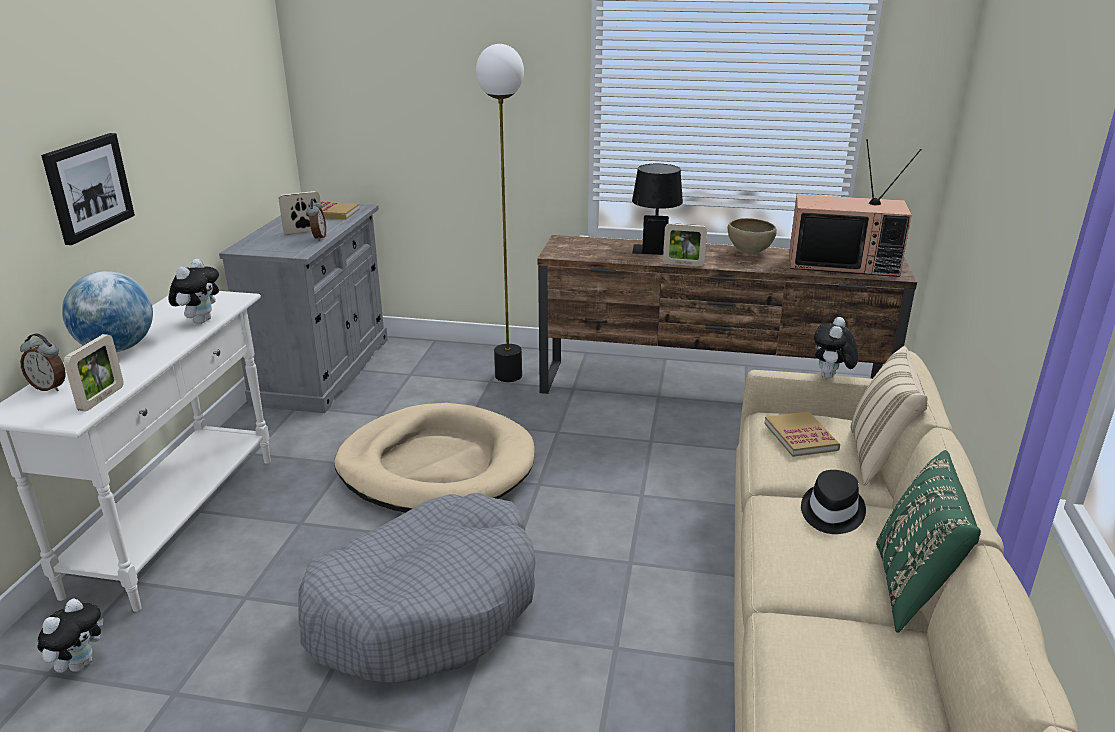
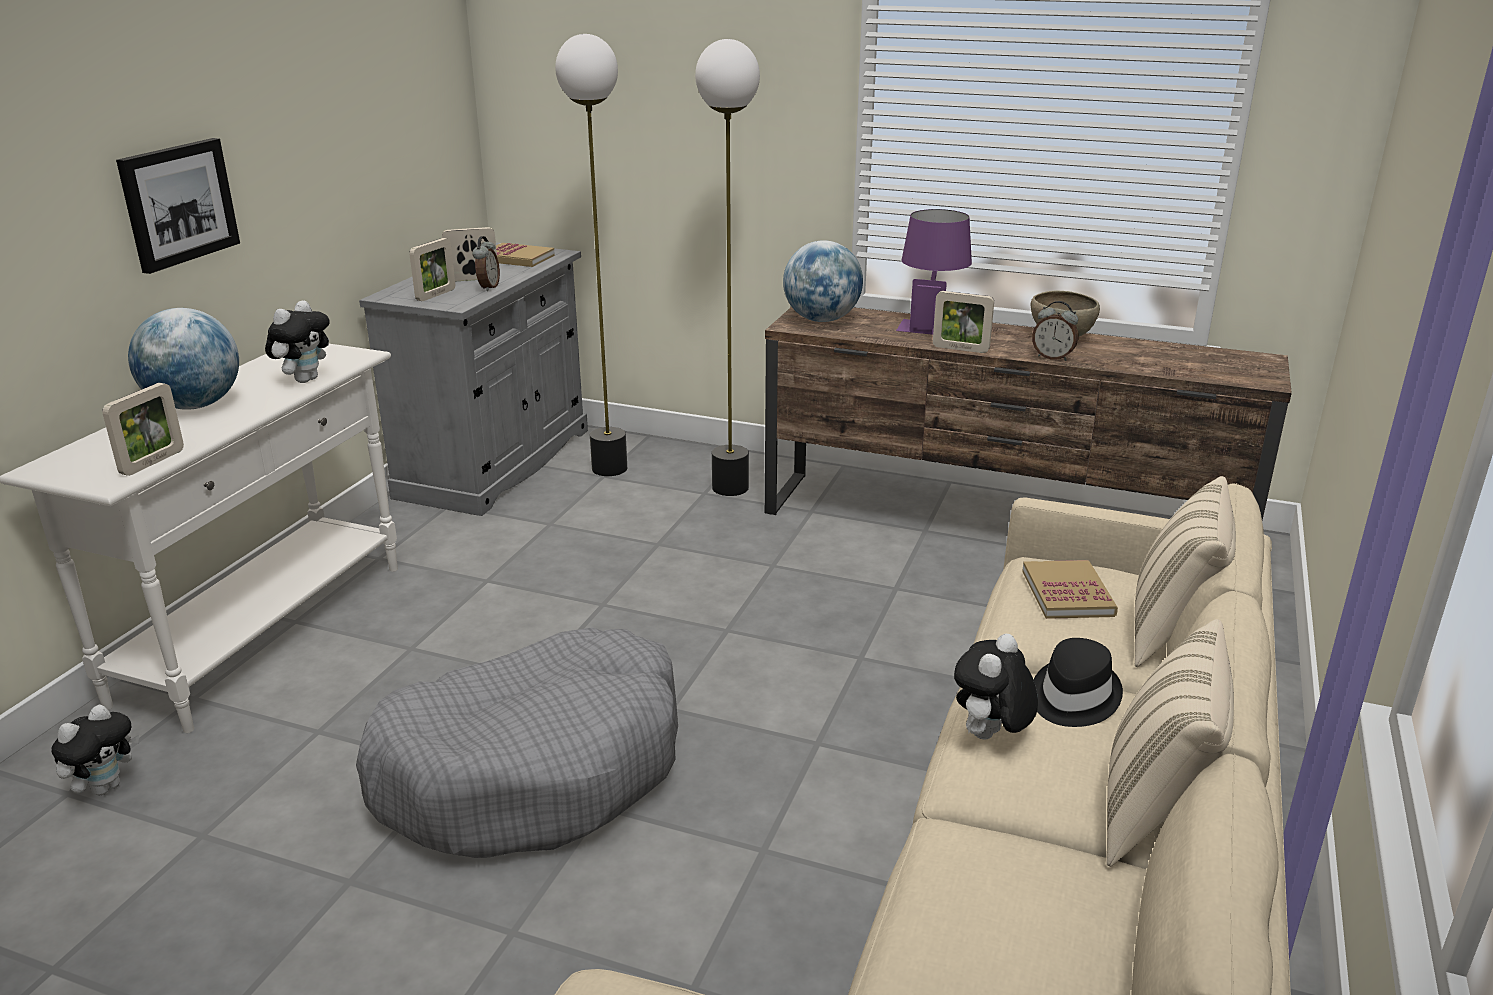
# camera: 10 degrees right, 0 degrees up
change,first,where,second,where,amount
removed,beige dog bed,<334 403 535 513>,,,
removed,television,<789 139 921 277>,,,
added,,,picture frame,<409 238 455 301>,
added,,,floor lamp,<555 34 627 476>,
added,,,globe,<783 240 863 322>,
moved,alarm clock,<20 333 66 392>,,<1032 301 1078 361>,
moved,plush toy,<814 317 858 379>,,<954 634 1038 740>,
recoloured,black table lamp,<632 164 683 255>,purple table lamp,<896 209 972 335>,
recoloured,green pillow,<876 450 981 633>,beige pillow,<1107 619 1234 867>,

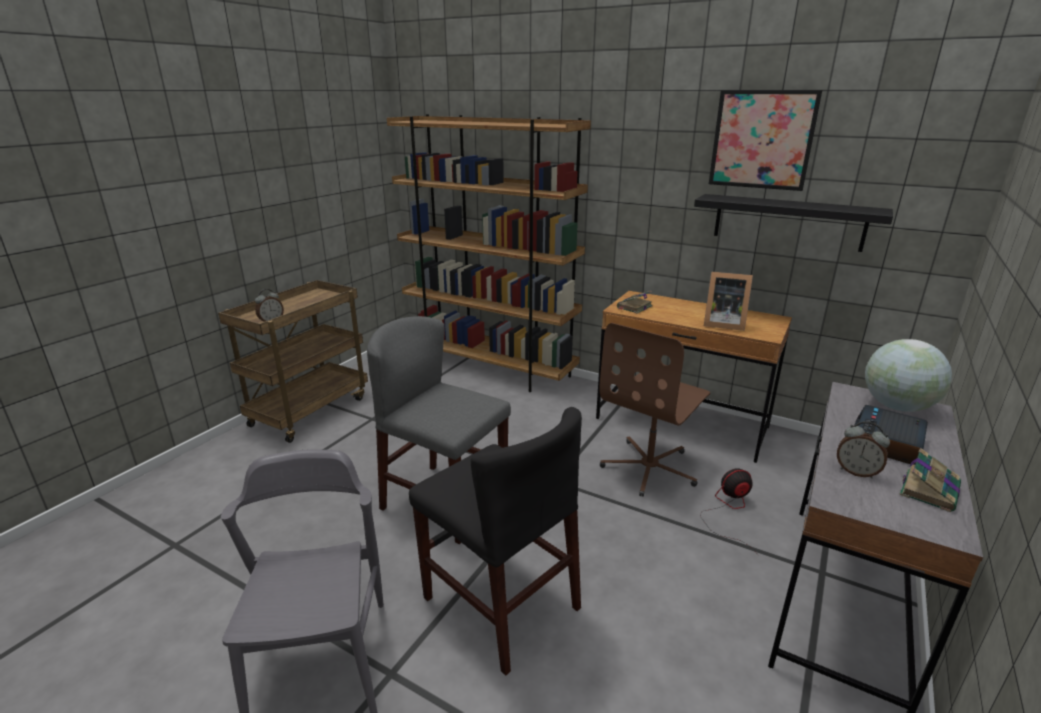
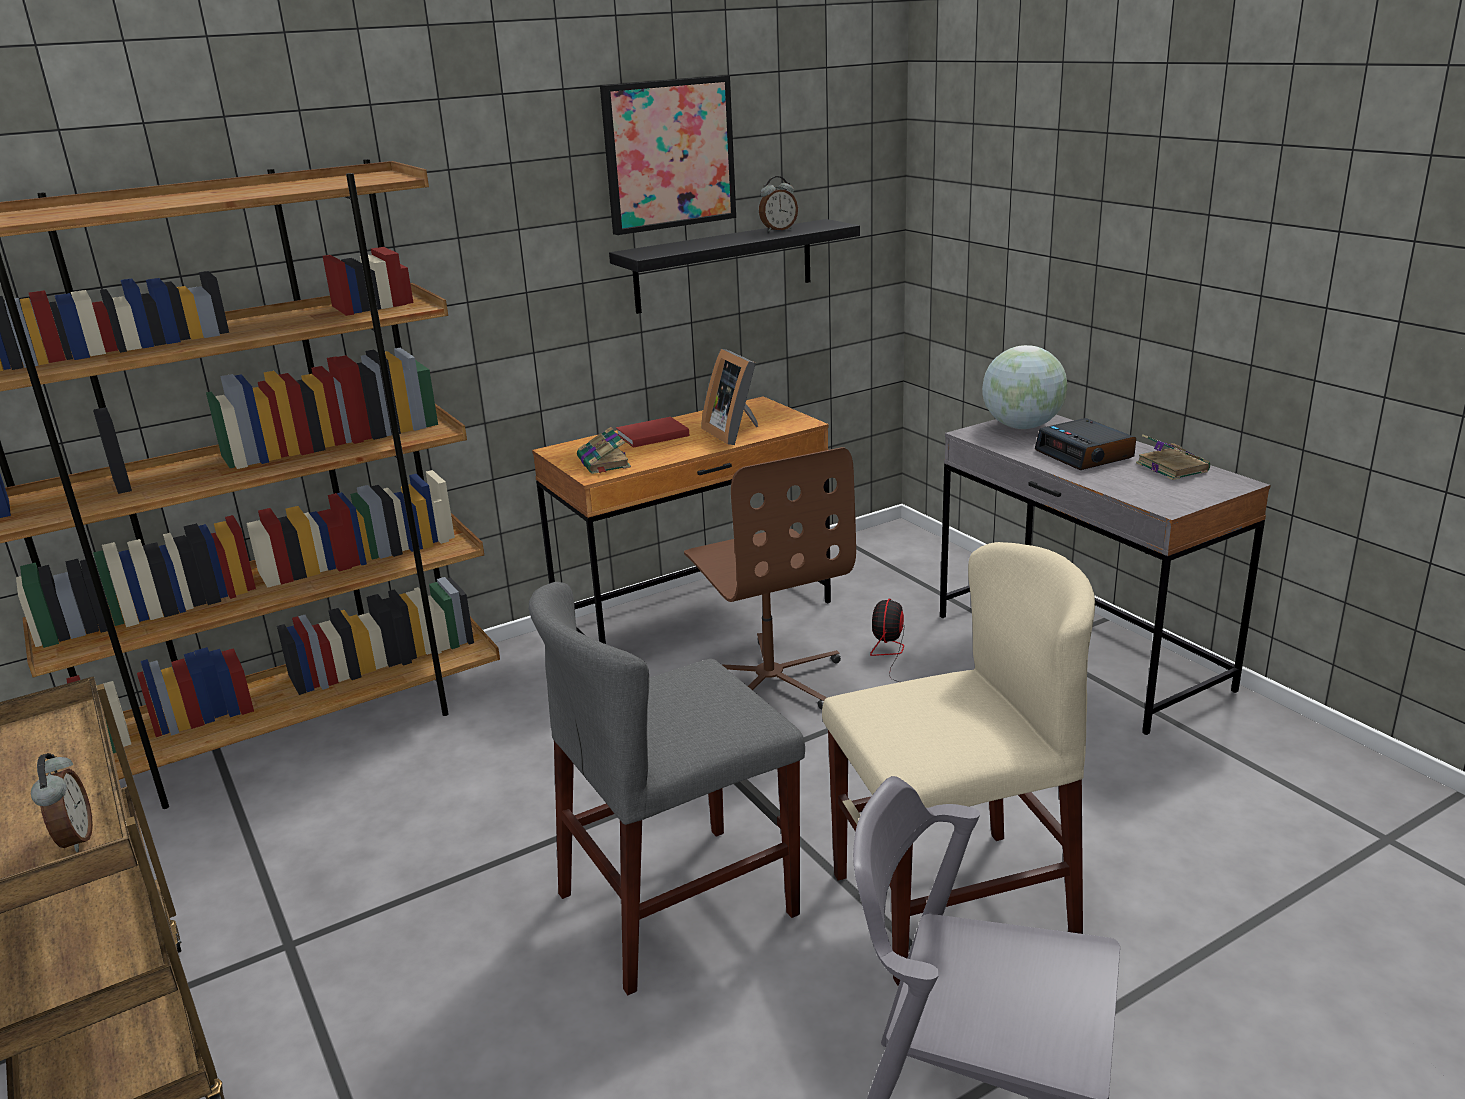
# camera: 60 degrees left, 0 degrees up
change,first,where,second,where,amount
added,,,red book,<616 417 689 448>,
moved,alarm clock,<837 421 890 479>,,<759 176 798 232>,
recoloured,black chair,<409 407 582 676>,beige chair,<822 542 1095 986>,
turned,picture frame,<704 271 753 331>,,<701 349 758 445>,105 degrees clockwise

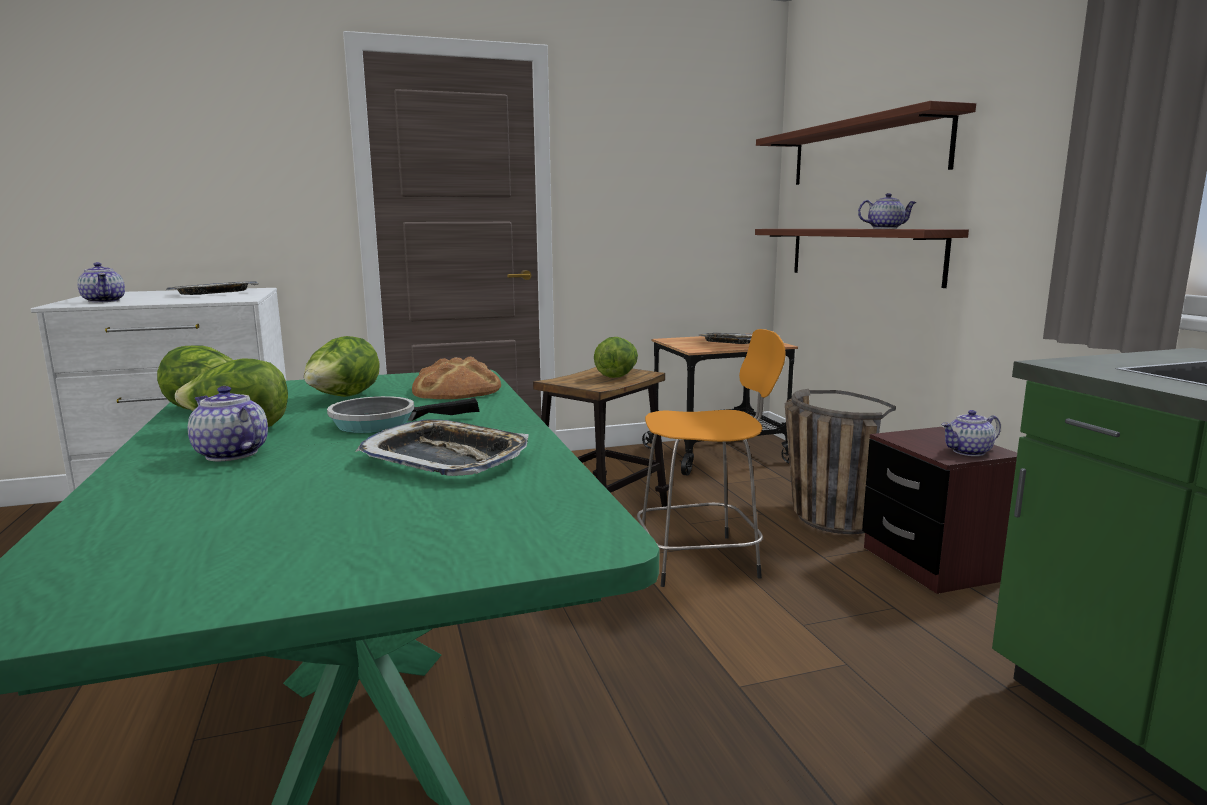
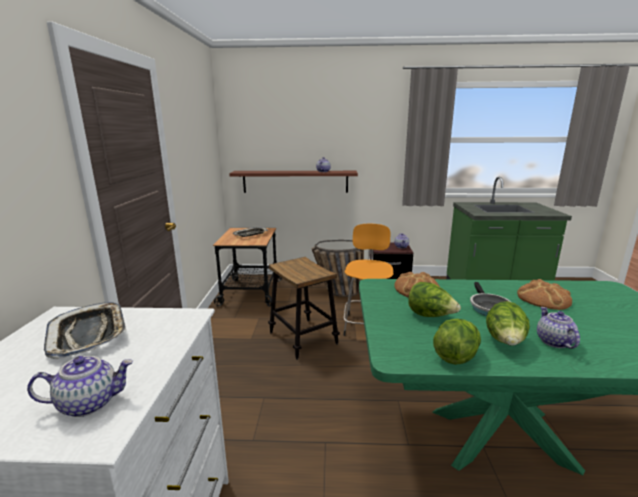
# camera: 70 degrees left, 5 degrees up
change,first,where,second,where,amount
removed,lettuce,<594 337 638 378>,,,
removed,shelf,<756 101 976 185>,,,
replaced,tray,<356 419 528 476>,bread,<517 279 572 310>,
turned,teapot,<188 386 268 461>,,<537 307 580 349>,120 degrees clockwise

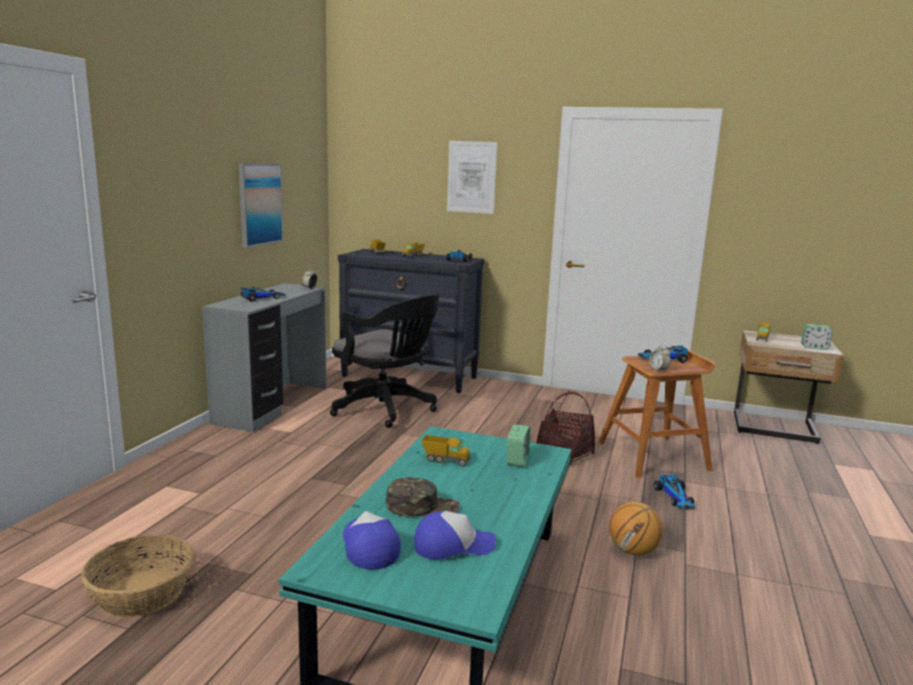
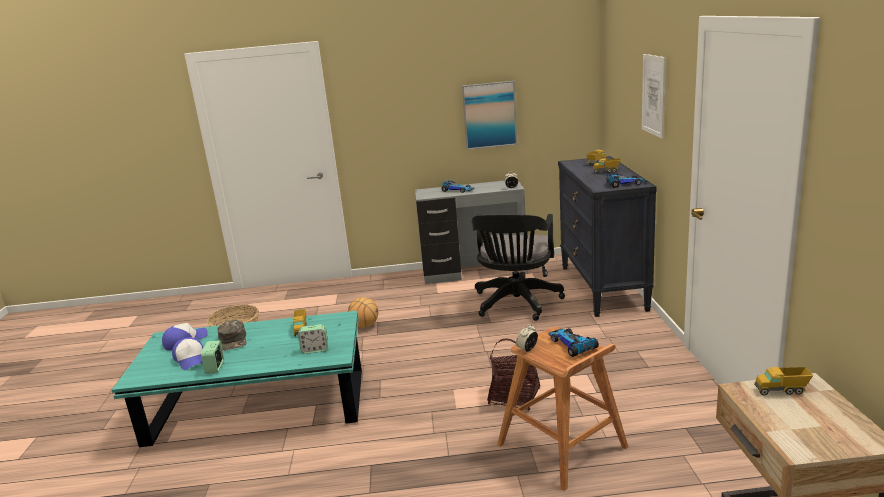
# camera: 70 degrees right, 5 degrees up
change,first,where,second,where,amount
removed,toy car,<654 475 695 509>,,,
moved,basketball,<609 502 663 556>,,<348 297 378 328>,
moved,alarm clock,<801 324 833 350>,,<201 340 224 374>,

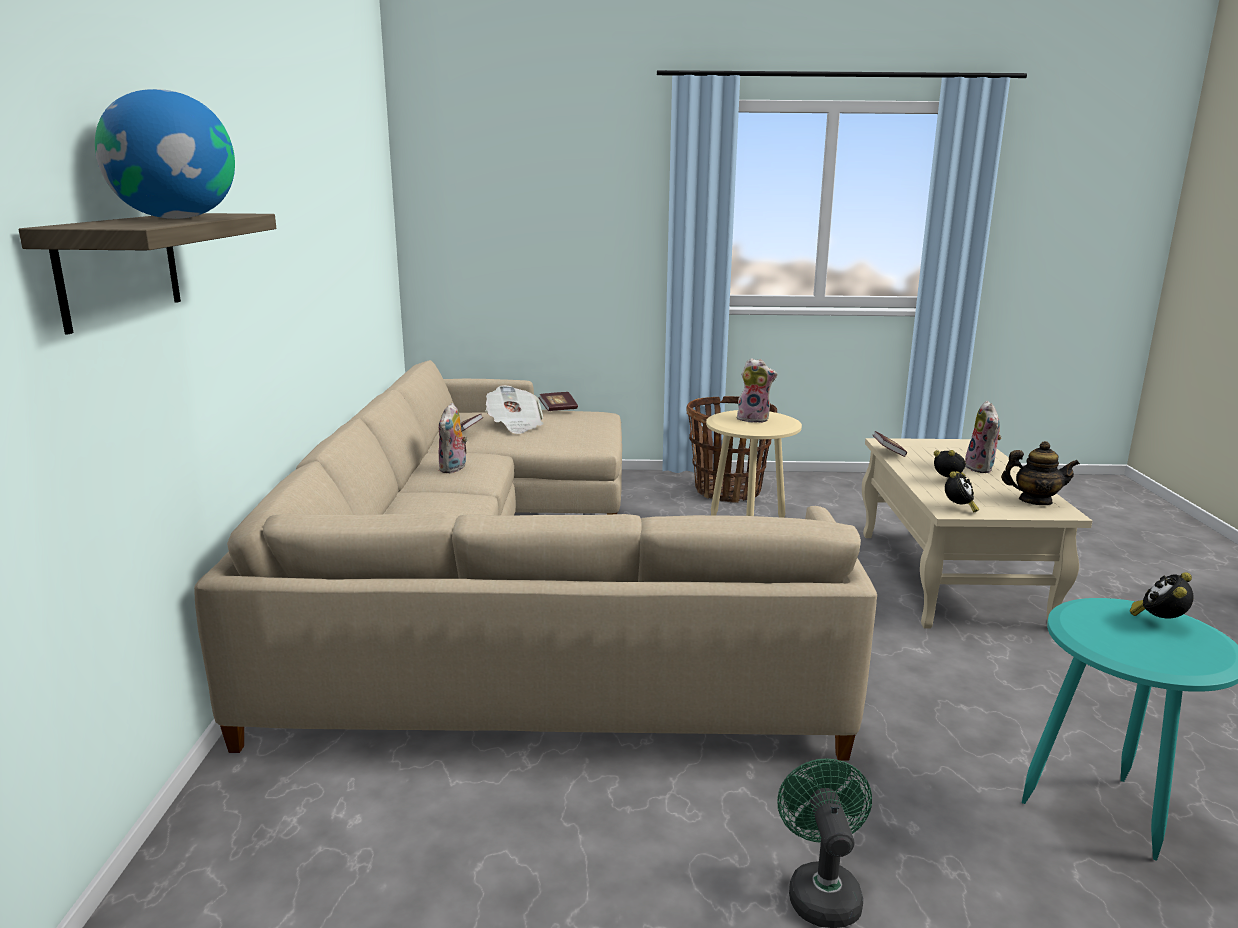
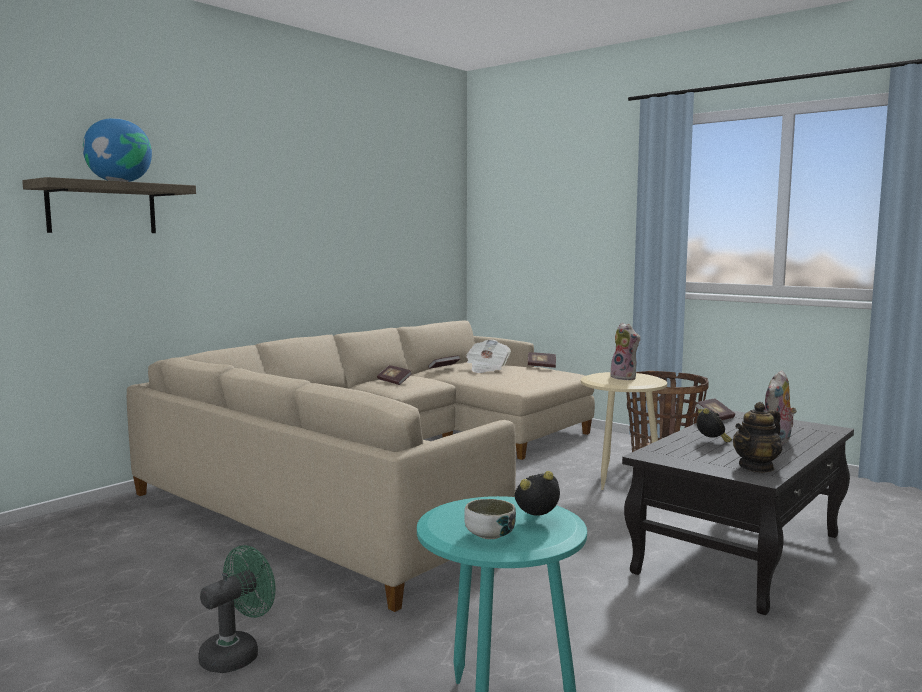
# camera: 40 degrees right, 10 degrees down
change,first,where,second,where,amount
removed,alarm clock,<945 471 979 512>,,,
added,,,bowl,<464 499 516 539>,
replaced,plush toy,<439 403 468 473>,book,<377 365 412 385>,
recoloured,beige coffee table,<862 438 1093 629>,black coffee table,<622 411 854 615>,
turned,teapot,<1001 441 1080 505>,,<733 402 782 473>,90 degrees clockwise

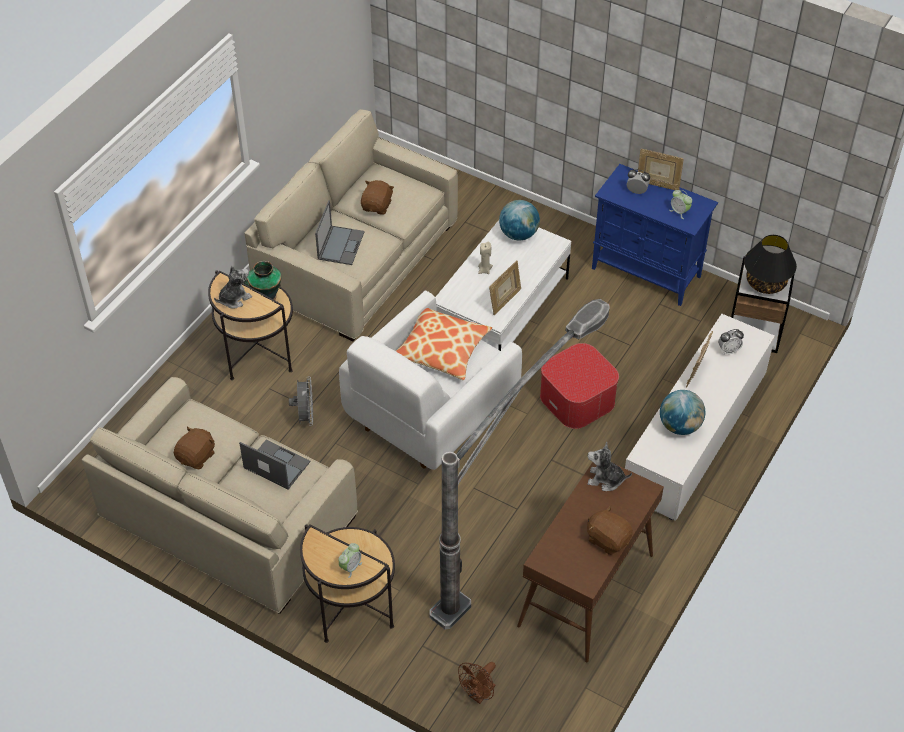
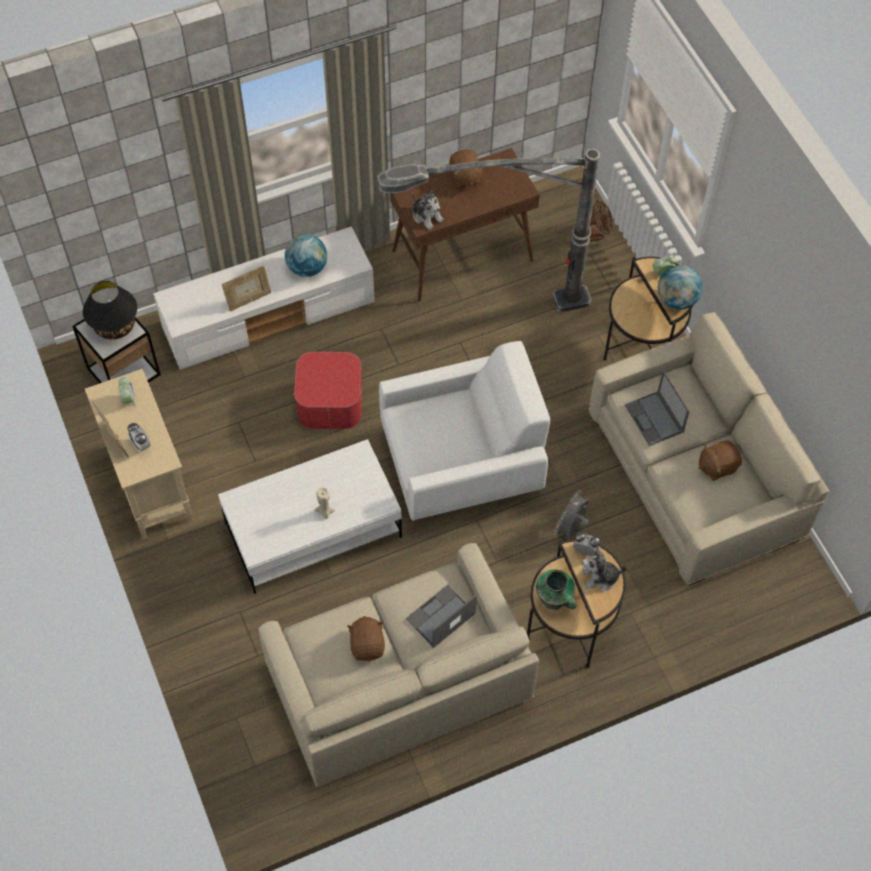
# camera: 145 degrees left, 10 degrees up
change,first,where,second,where,amount
removed,pillow,<396 308 492 380>,,,
removed,picture frame,<489 260 521 315>,,,
moved,globe,<499 200 540 241>,,<658 265 703 310>,
moved,alarm clock,<718 329 744 355>,,<573 531 601 556>,
recoloured,blue cabinet,<592 164 718 306>,beige cabinet,<85 369 194 539>,
turned,brown plush toy,<361 180 394 215>,,<347 616 385 662>,120 degrees clockwise

